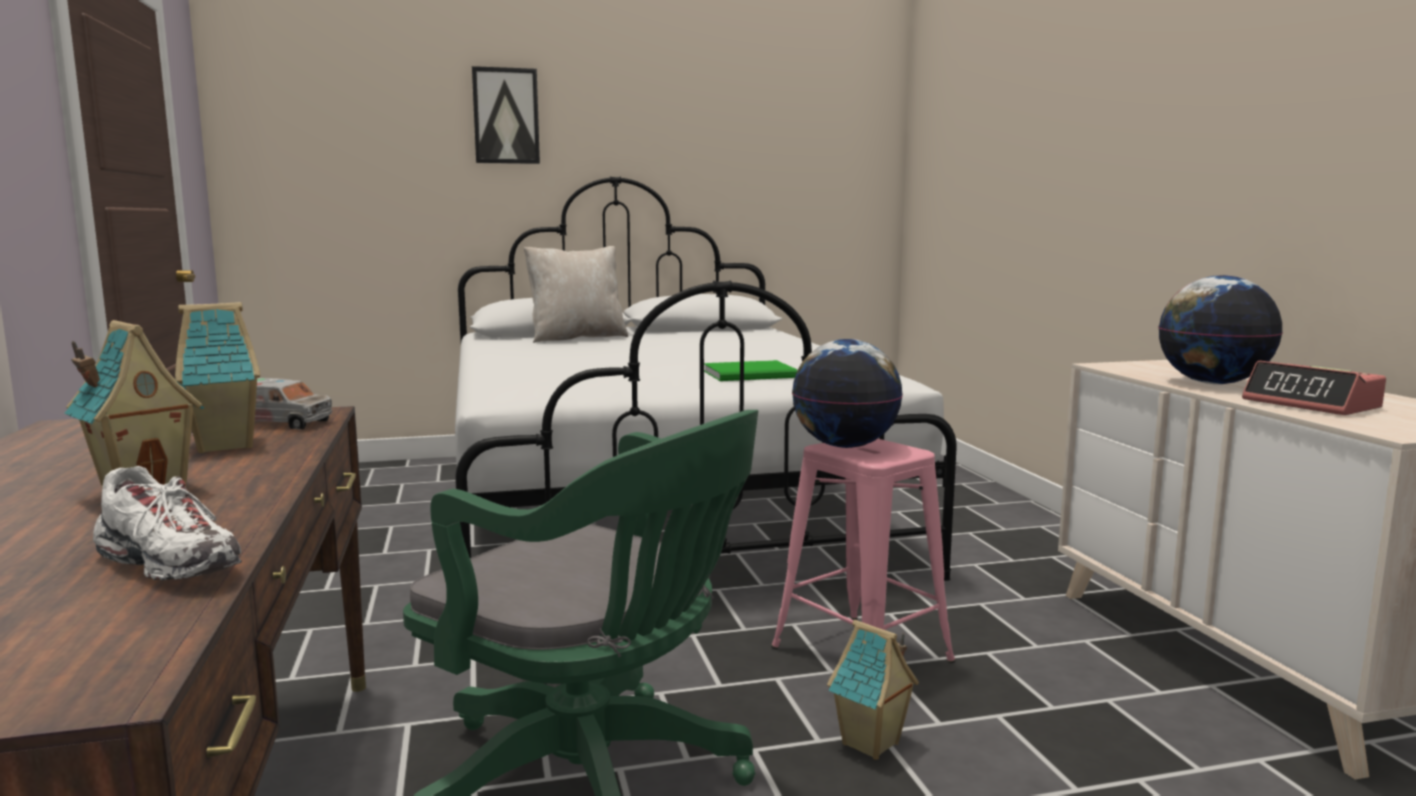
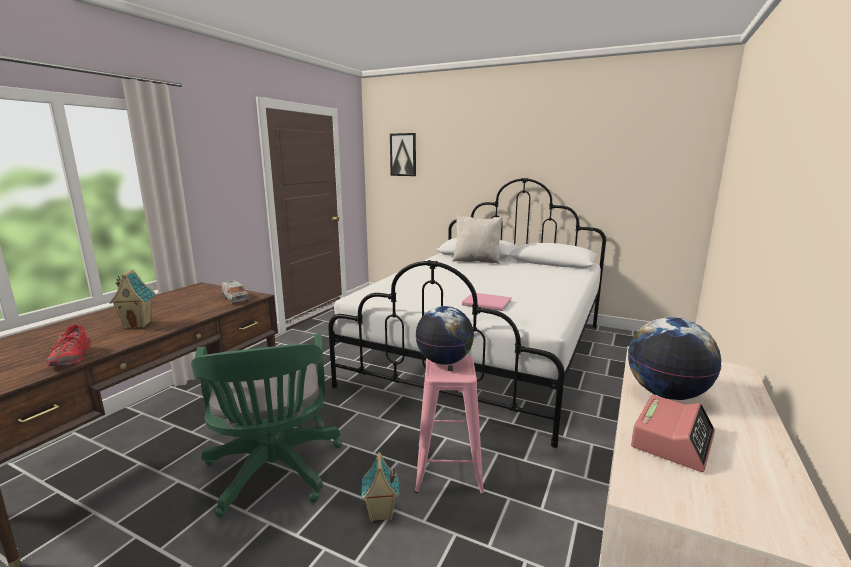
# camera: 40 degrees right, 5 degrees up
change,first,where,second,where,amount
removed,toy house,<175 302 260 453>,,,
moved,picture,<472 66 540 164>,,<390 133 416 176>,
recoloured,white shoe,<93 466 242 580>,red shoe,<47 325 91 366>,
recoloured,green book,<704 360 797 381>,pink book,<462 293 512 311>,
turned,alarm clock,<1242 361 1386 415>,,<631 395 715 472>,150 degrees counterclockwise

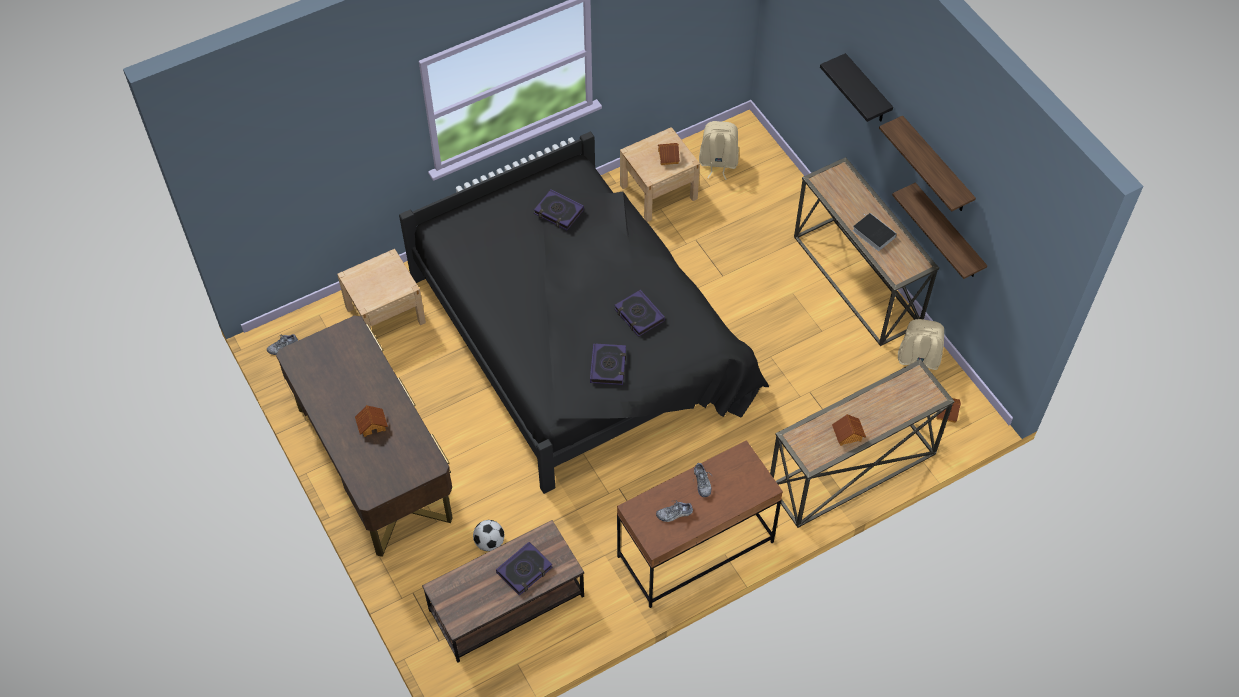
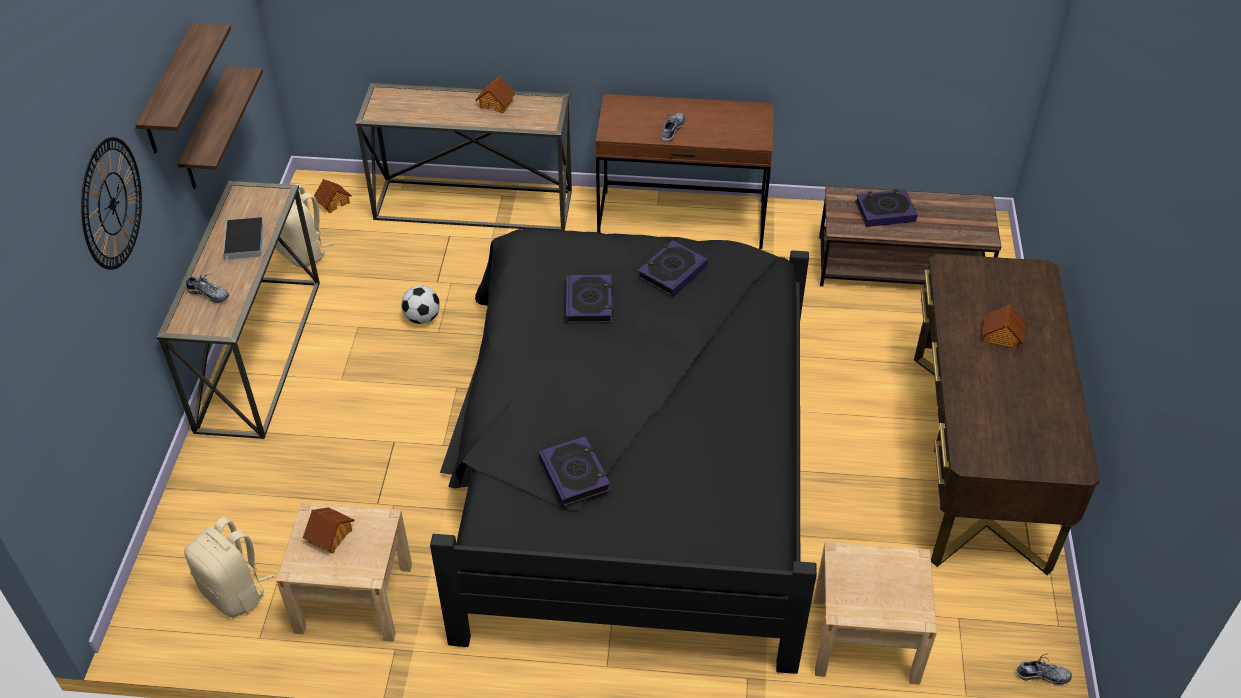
# camera: 145 degrees left, 10 degrees down
change,first,where,second,where,amount
moved,football,<473 520 504 551>,,<401 286 440 324>,
moved,shoe,<656 500 693 522>,,<186 274 229 303>,
replaced,black shelf,<820 53 893 122>,wall clock,<81 137 142 270>,

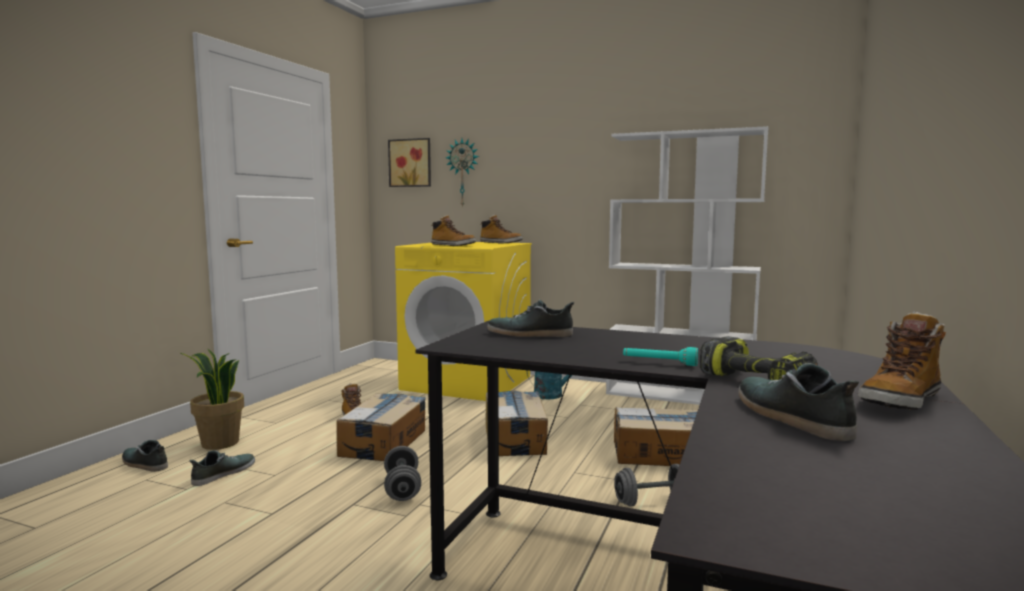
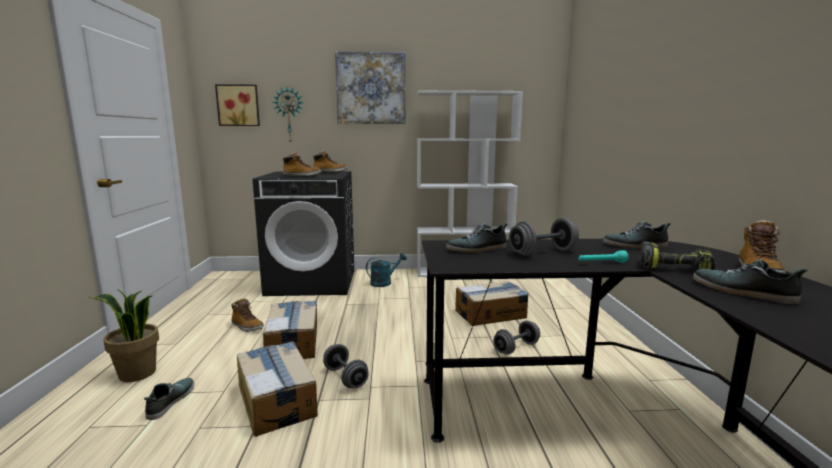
# camera: 25 degrees left, 5 degrees up
change,first,where,second,where,amount
added,,,picture,<335 52 405 124>,
added,,,grey dumbbell,<509 218 579 256>,
moved,shoe,<122 440 168 472>,,<603 221 671 248>,
moved,cardboard box,<485 390 548 456>,,<237 341 318 437>,
recoloured,yellow washing machine,<395 242 532 401>,black washing machine,<253 171 354 296>,

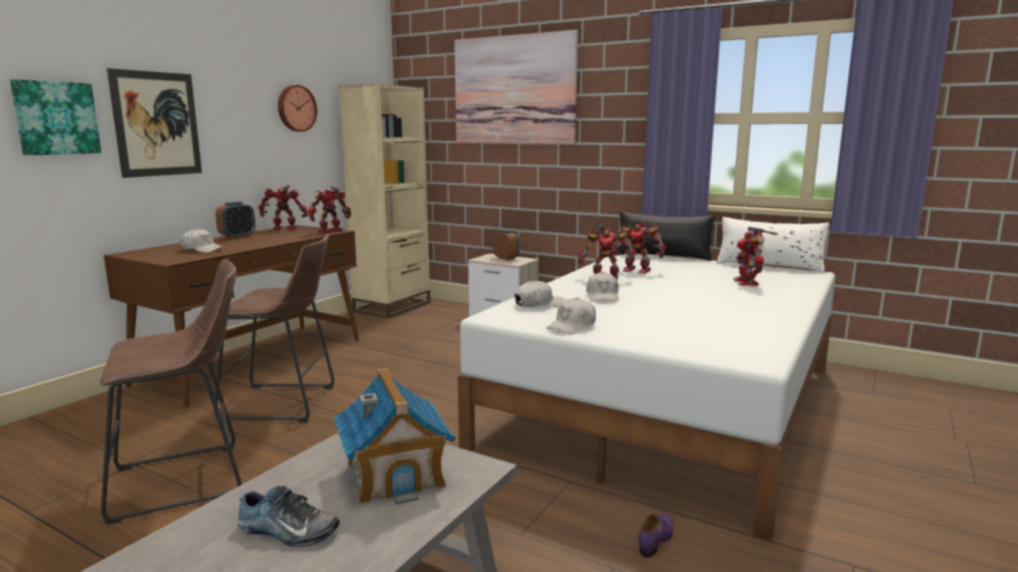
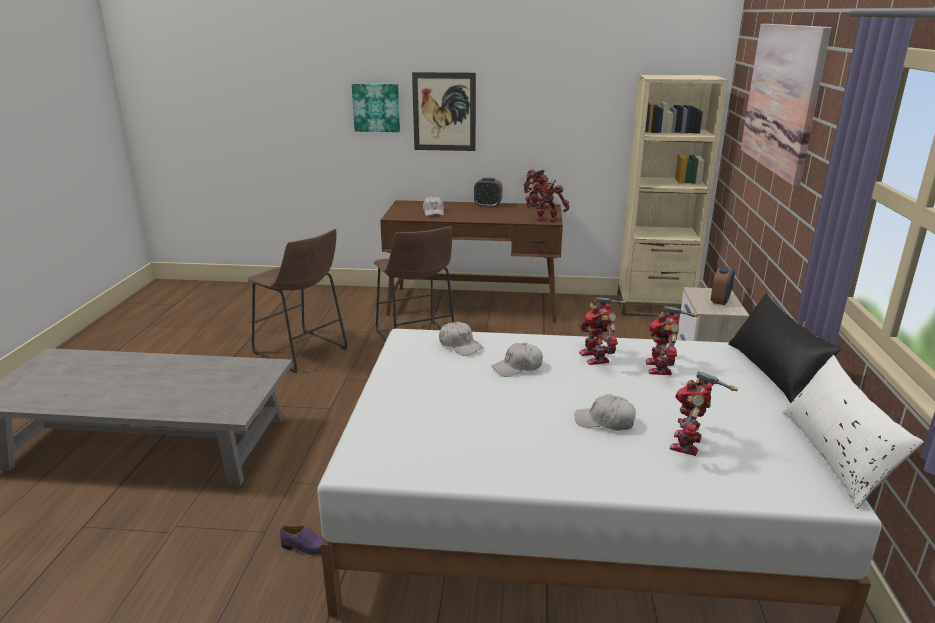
# camera: 65 degrees right, 10 degrees up
change,first,where,second,where,amount
removed,shoe,<237 485 340 547>,,,
removed,wall clock,<278 85 317 132>,,,
removed,toy house,<335 368 455 505>,,,
moved,white cap,<546 297 596 334>,,<575 394 636 430>,
turned,toy robot,<734 227 778 286>,,<669 371 738 456>,45 degrees counterclockwise

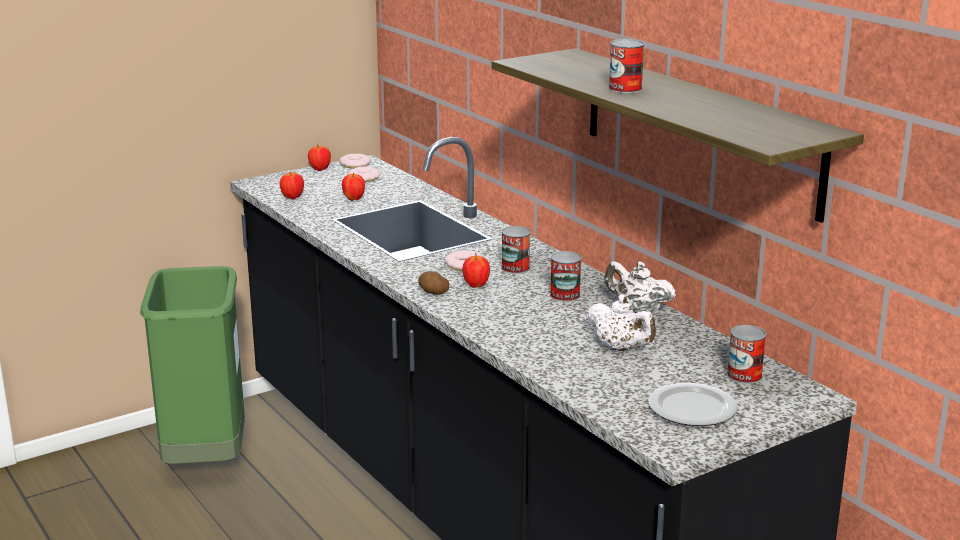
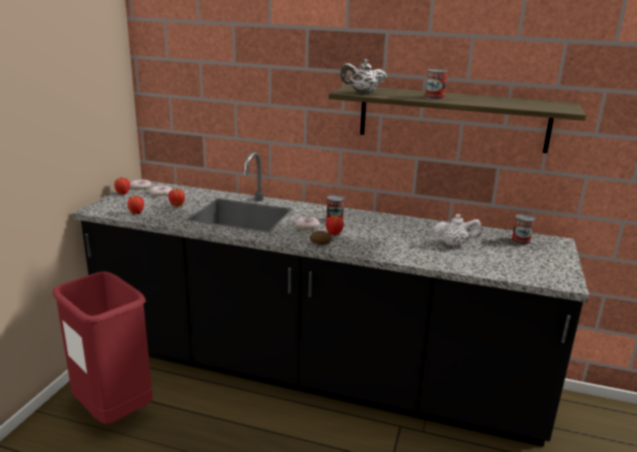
# camera: 40 degrees left, 0 degrees up
change,first,where,second,where,amount
removed,can,<550 251 582 302>,,,
removed,plate,<648 383 738 426>,,,
moved,white teapot,<605 261 676 314>,,<340 59 387 94>,
recoloured,green trash can,<140 266 245 464>,red trash can,<53 271 153 424>,

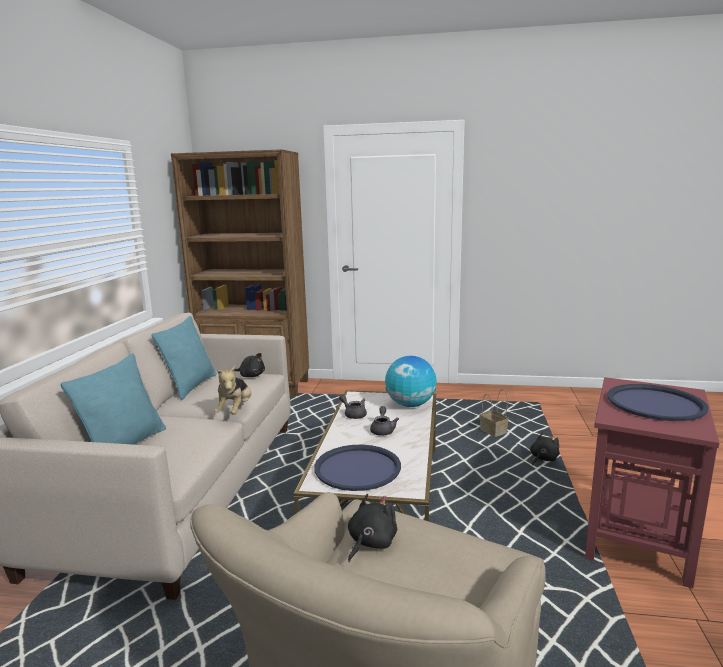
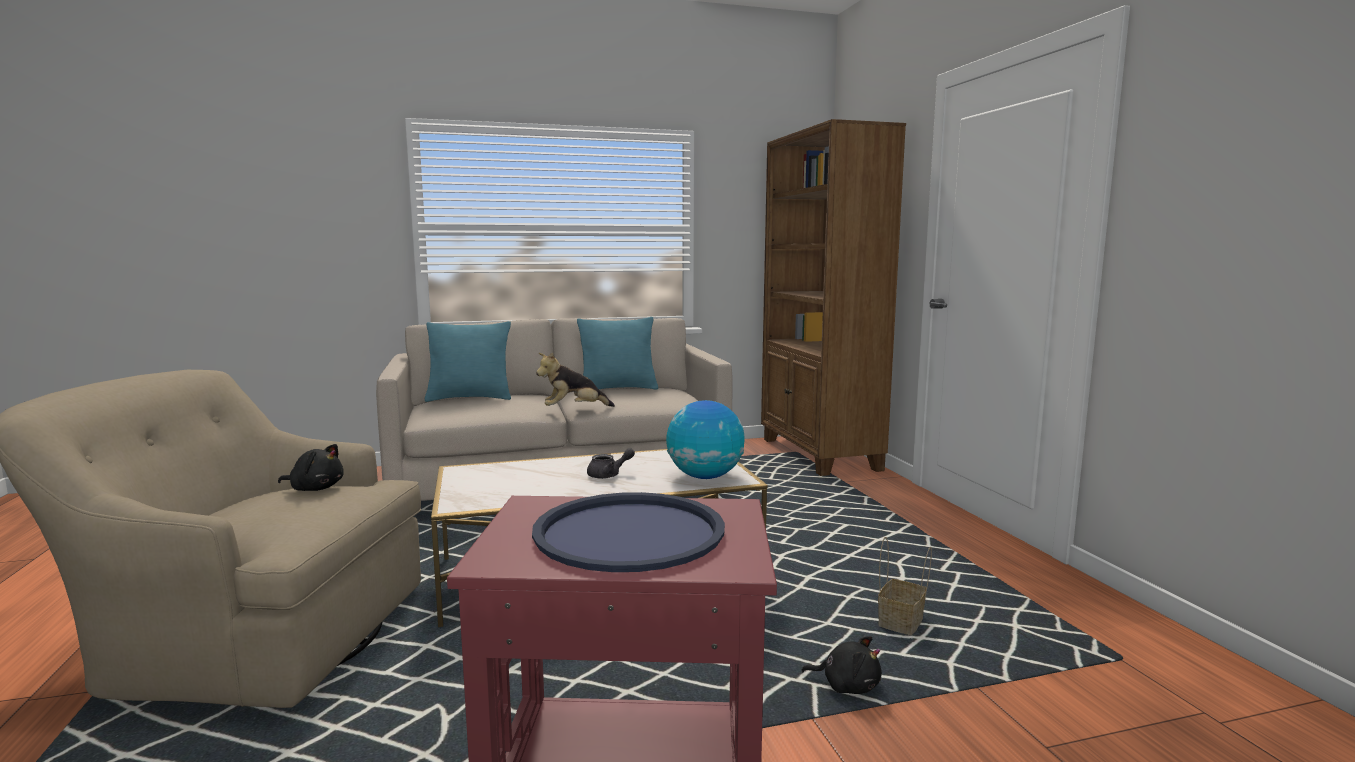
# camera: 65 degrees right, 5 degrees down
change,first,where,second,where,amount
removed,black plush toy,<234 353 265 377>,,,
removed,blue tray,<314 445 401 491>,,,
removed,grey teapot,<339 394 367 419>,,,

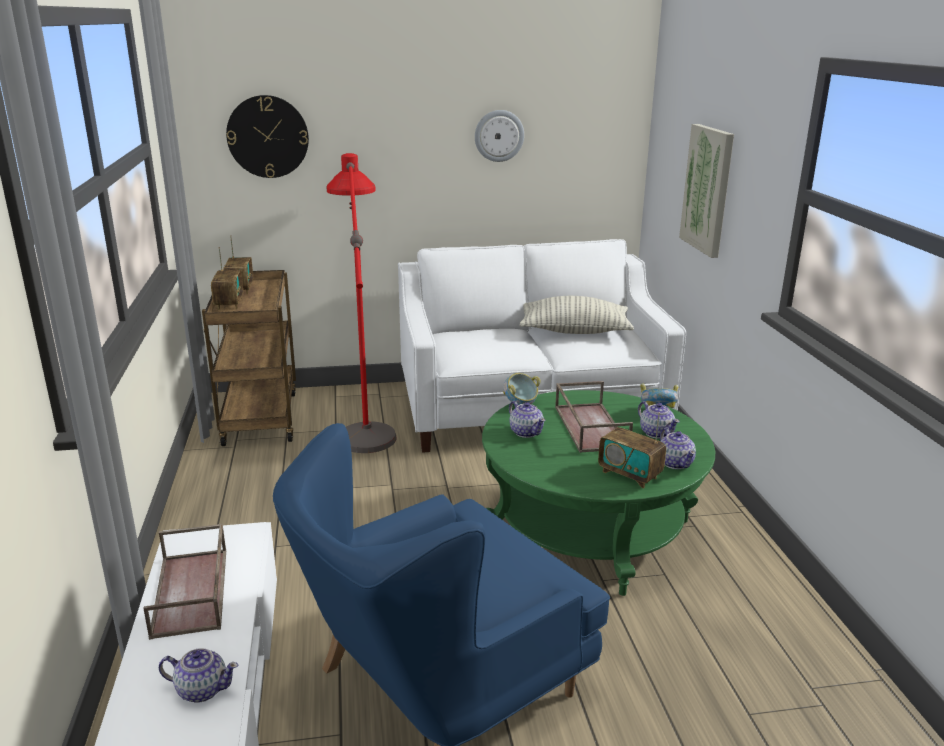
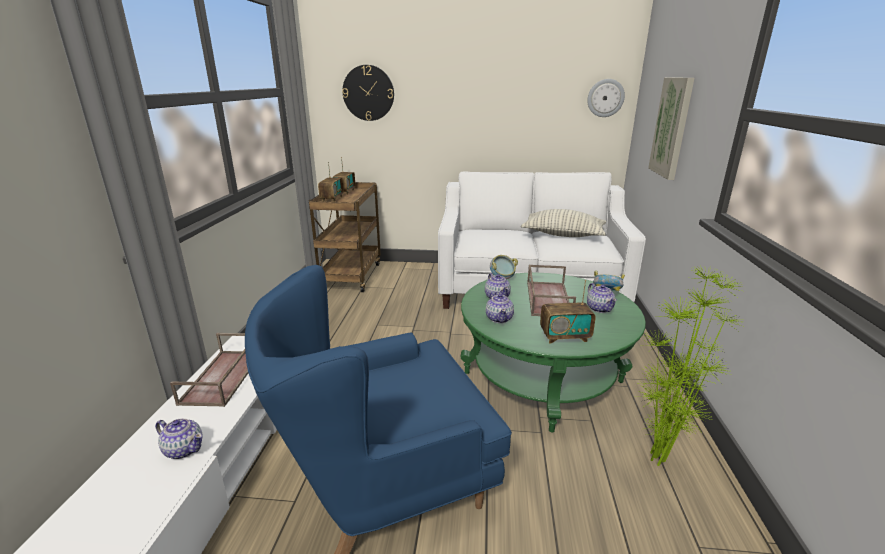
# camera: 15 degrees right, 0 degrees up
change,first,where,second,where,amount
removed,red floor lamp,<327 153 397 453>,,,
added,,,potted plant,<638 267 743 466>,
moved,wall clock,<475 110 524 162>,,<587 79 625 117>,
moved,teapot,<660 428 696 469>,,<486 291 514 323>,
turned,radio,<598 412 666 488>,,<540 280 596 343>,60 degrees counterclockwise

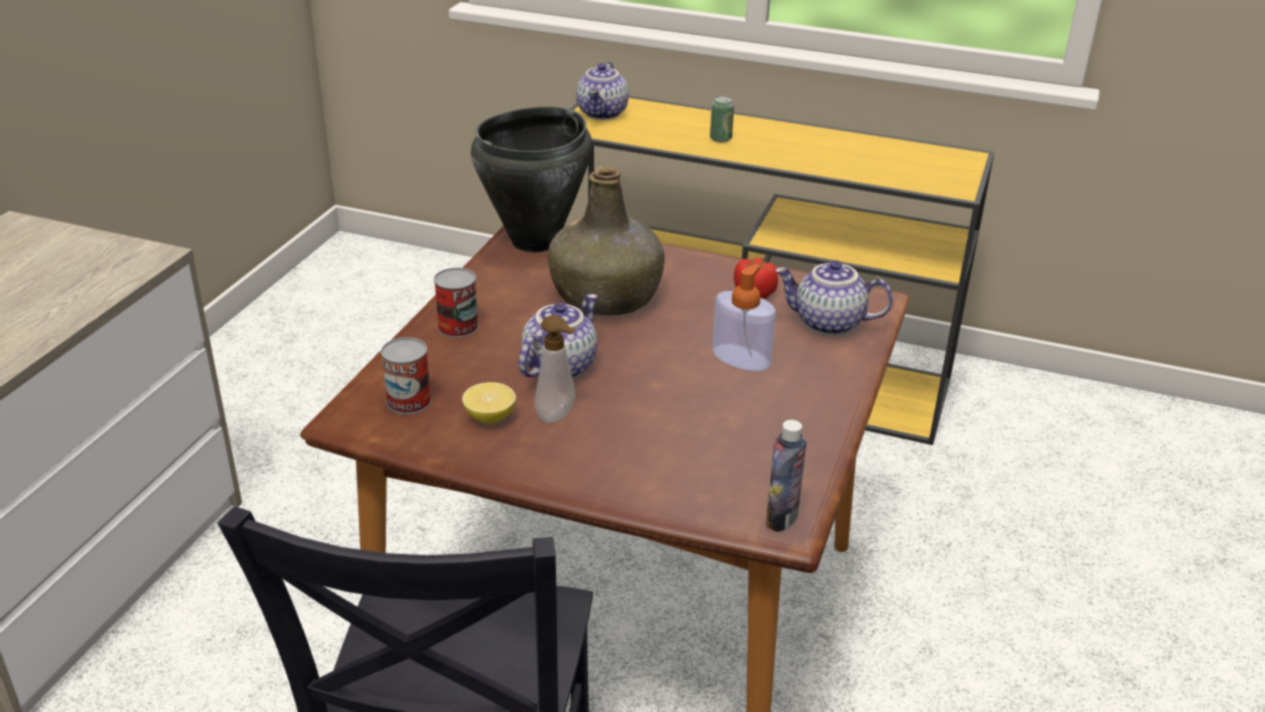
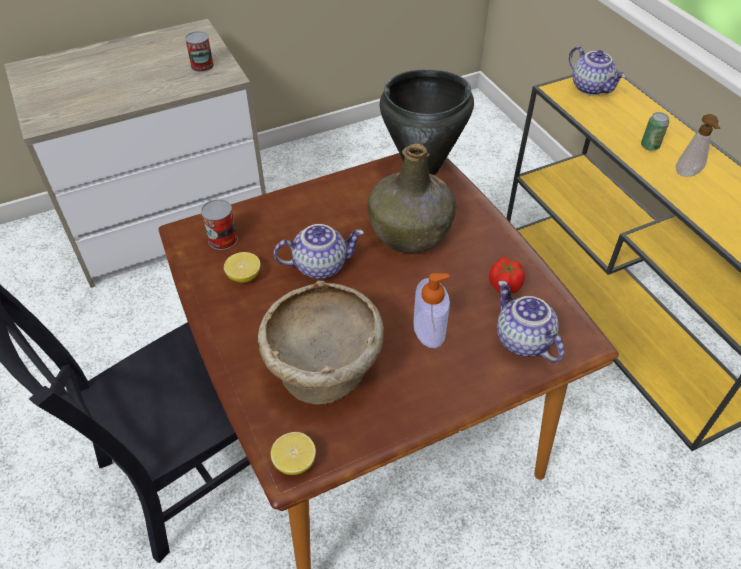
# camera: 45 degrees right, 15 degrees up
change,first,where,second,where,amount
added,,,beige bowl,<258 281 384 404>,
moved,can,<434 268 479 338>,,<185 31 214 72>,
moved,soap dispenser,<535 315 576 423>,,<676 114 720 177>,
replaced,bottle,<766 420 807 532>,lemon,<271 432 316 475>,
turned,teapot,<576 61 629 120>,,<569 46 626 95>,90 degrees counterclockwise

